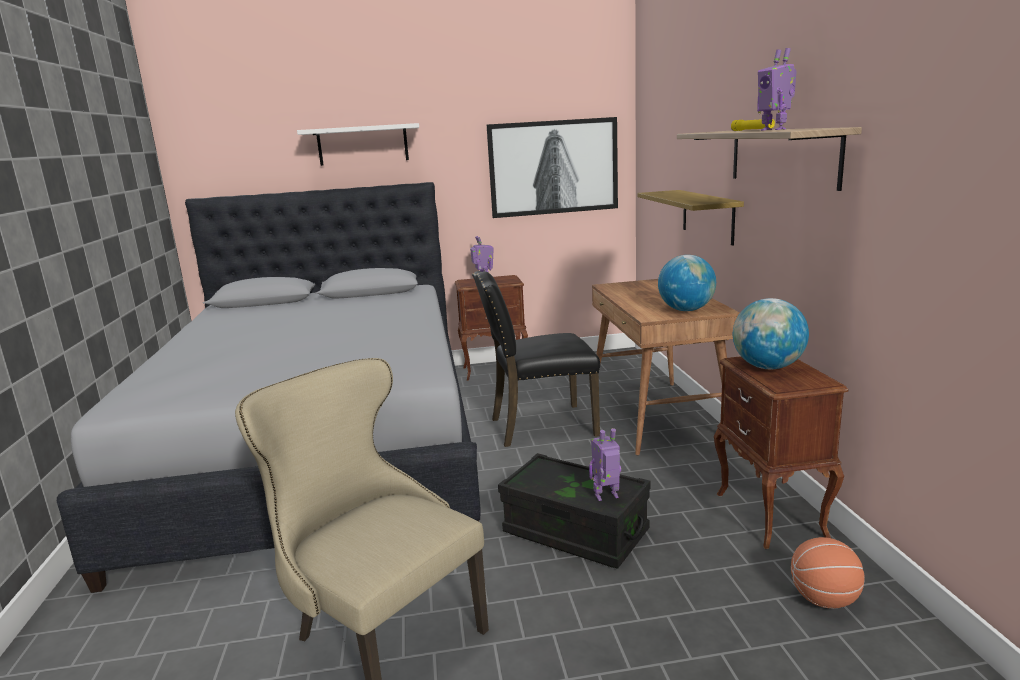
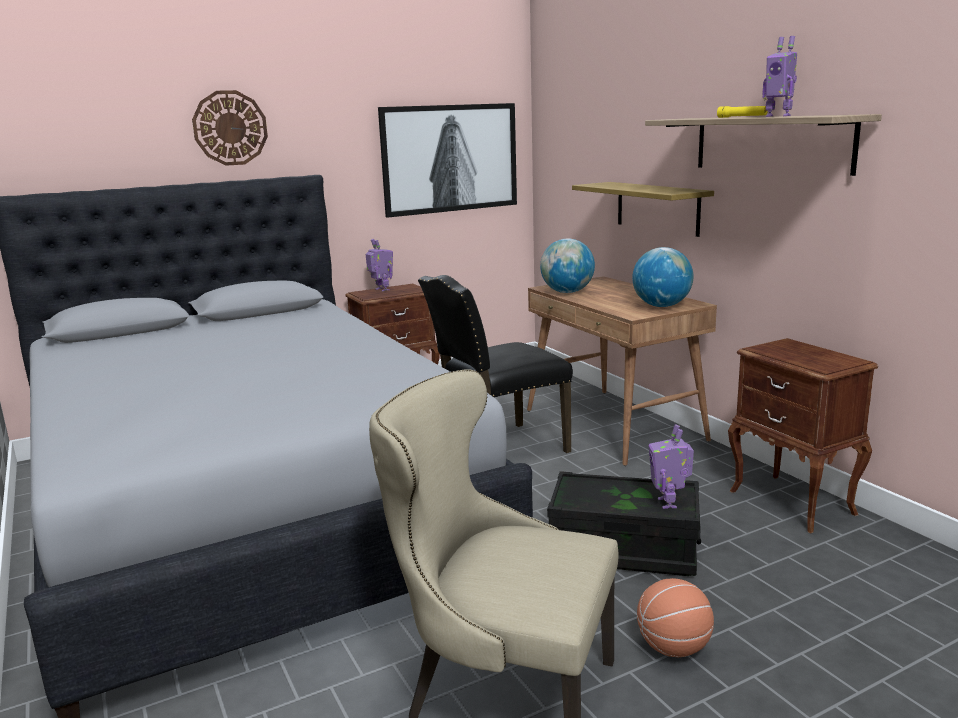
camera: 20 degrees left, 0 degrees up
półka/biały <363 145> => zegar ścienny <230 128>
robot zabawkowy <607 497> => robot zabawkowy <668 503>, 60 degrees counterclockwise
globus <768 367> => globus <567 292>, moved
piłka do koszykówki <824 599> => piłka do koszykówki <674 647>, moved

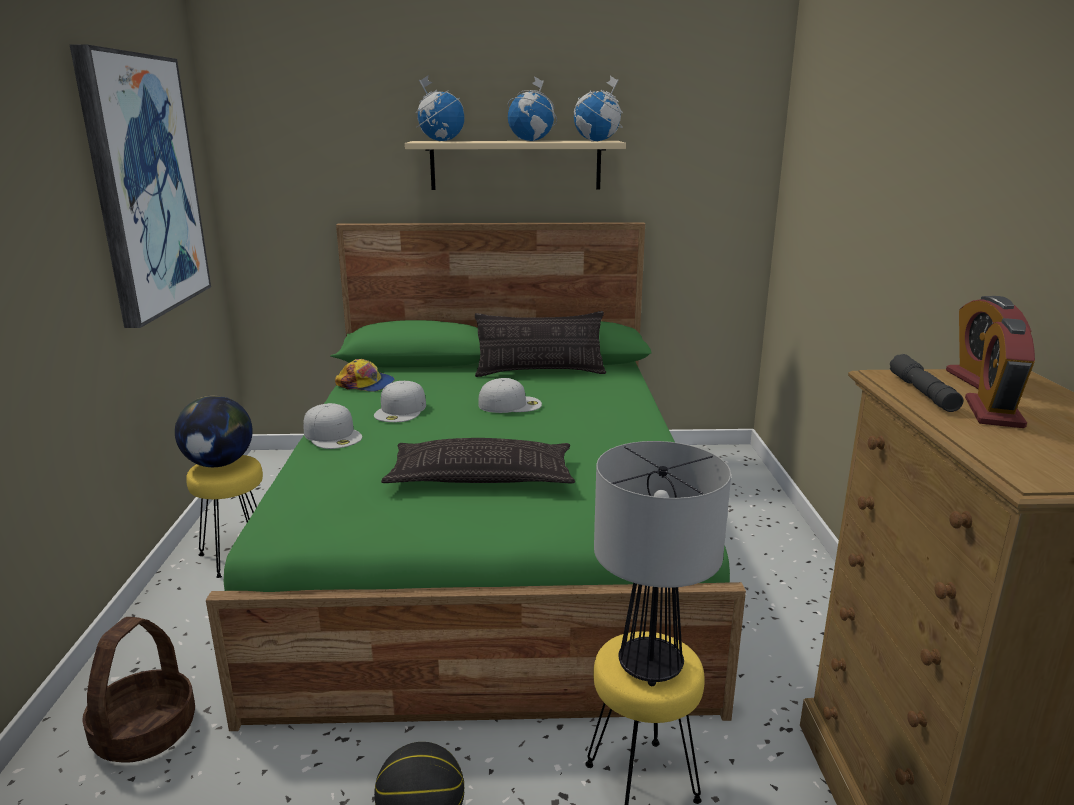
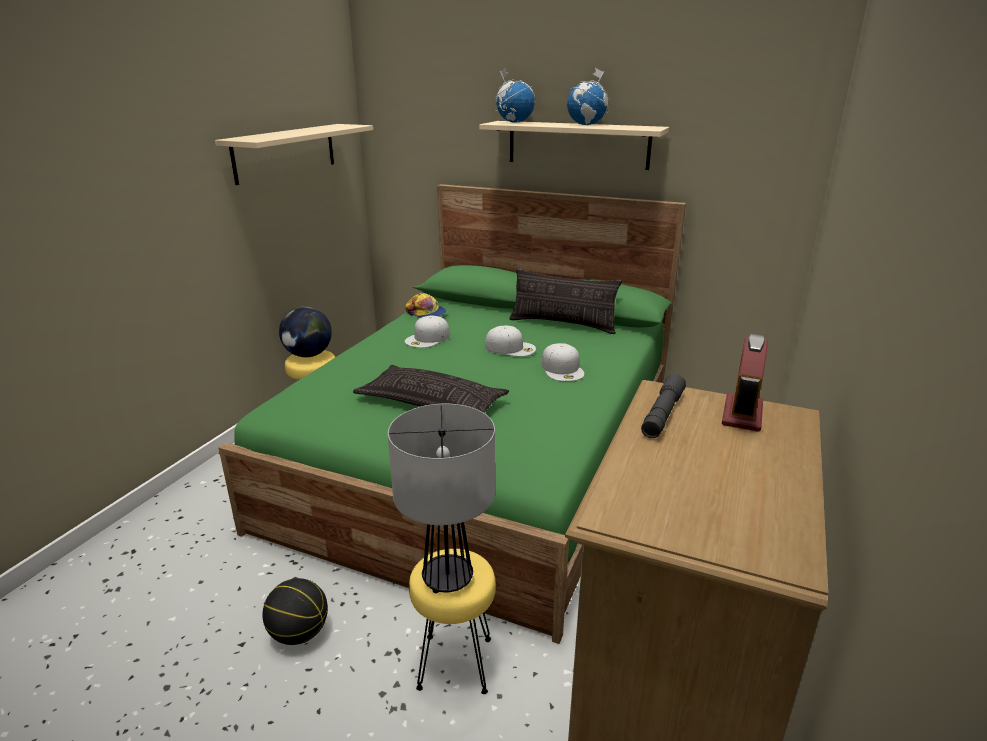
camera: 25 degrees right, 5 degrees up
obraz <144 186> => półka/beżowy <286 152>
koszyk <145 731> => nothing
czapka z daszkiem/biały <333 435> => czapka z daszkiem/biały <563 369>, moved
globus <597 141> => nothing
budzik <993 413> => nothing

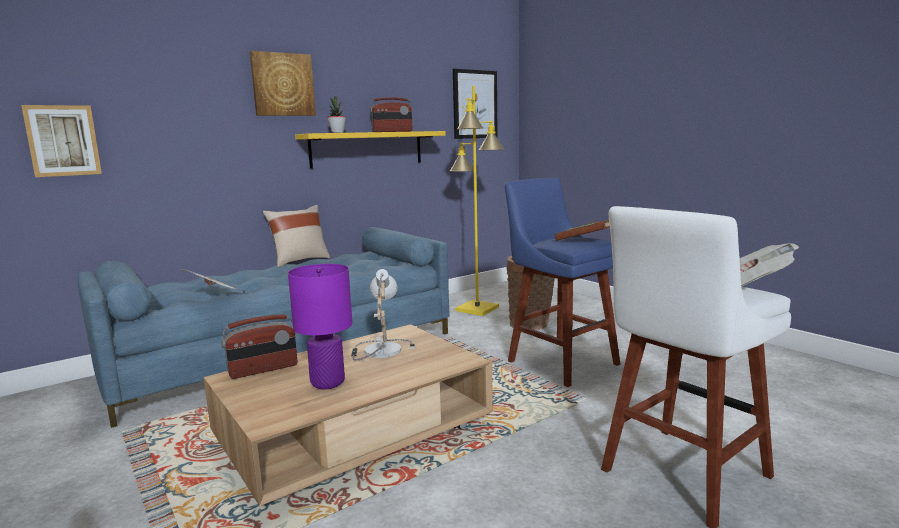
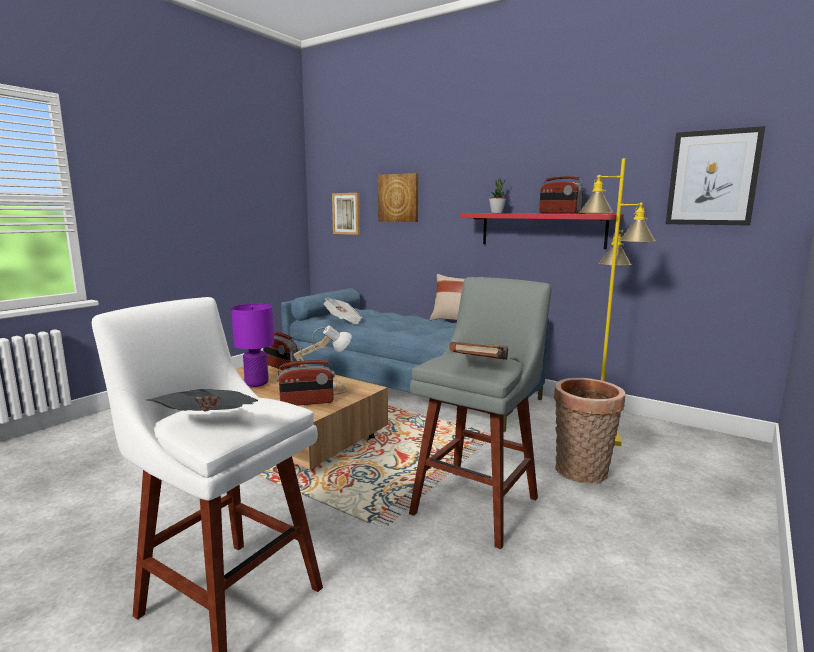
camera: 70 degrees right, 0 degrees up
obraz <283 84> => obraz <398 198>, moved
półka/żółty <367 149> => półka/czerwony <542 230>
stołek/niebieski <561 361> => stołek/szary <477 504>
nothing => radio <307 402>

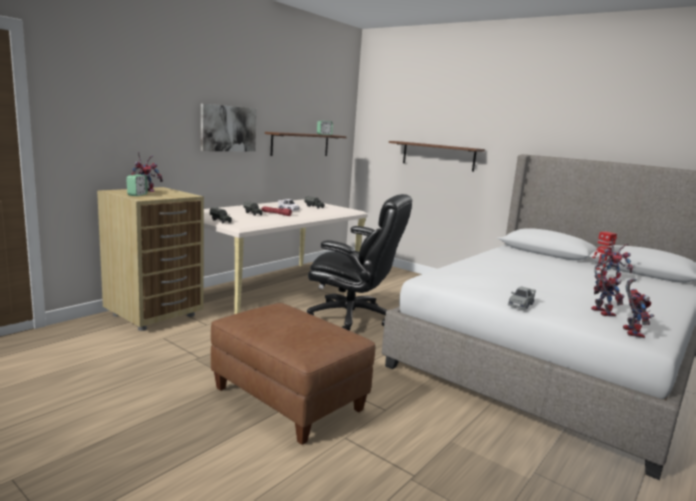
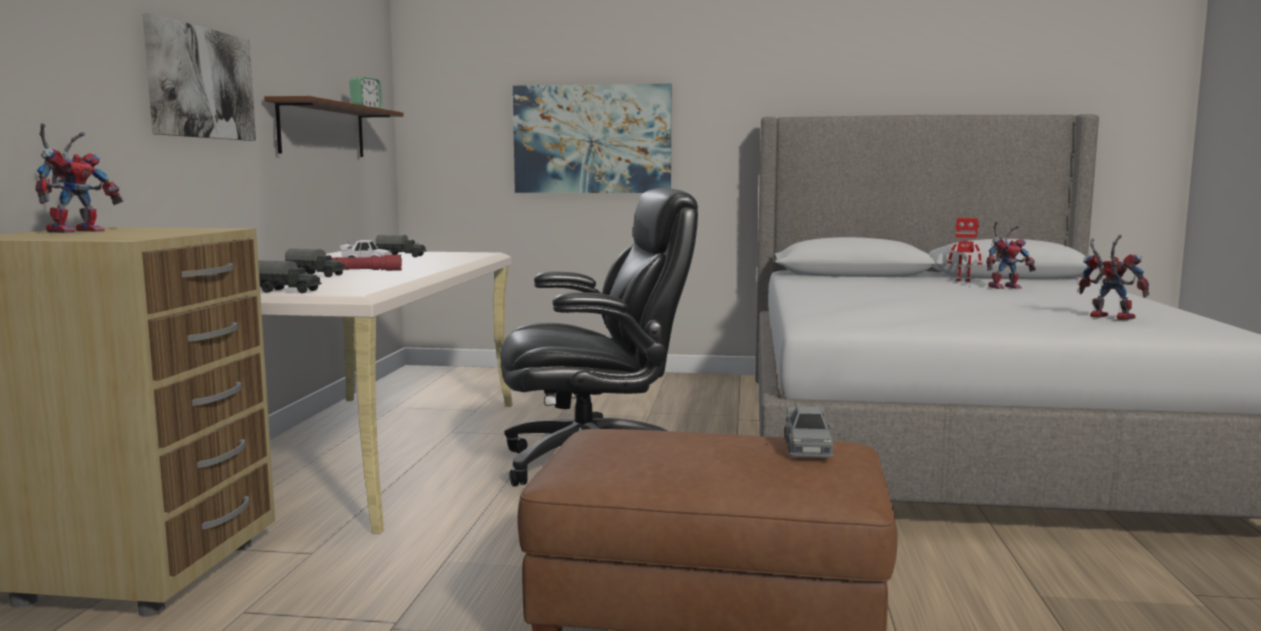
camera: 30 degrees left, 5 degrees down
budzik <137 195> => nothing
półka/brązowy <438 156> => obraz <592 139>
samochodzik/szary <520 304> => samochodzik/szary <808 448>, moved
robot zabawkowy <630 331> => nothing

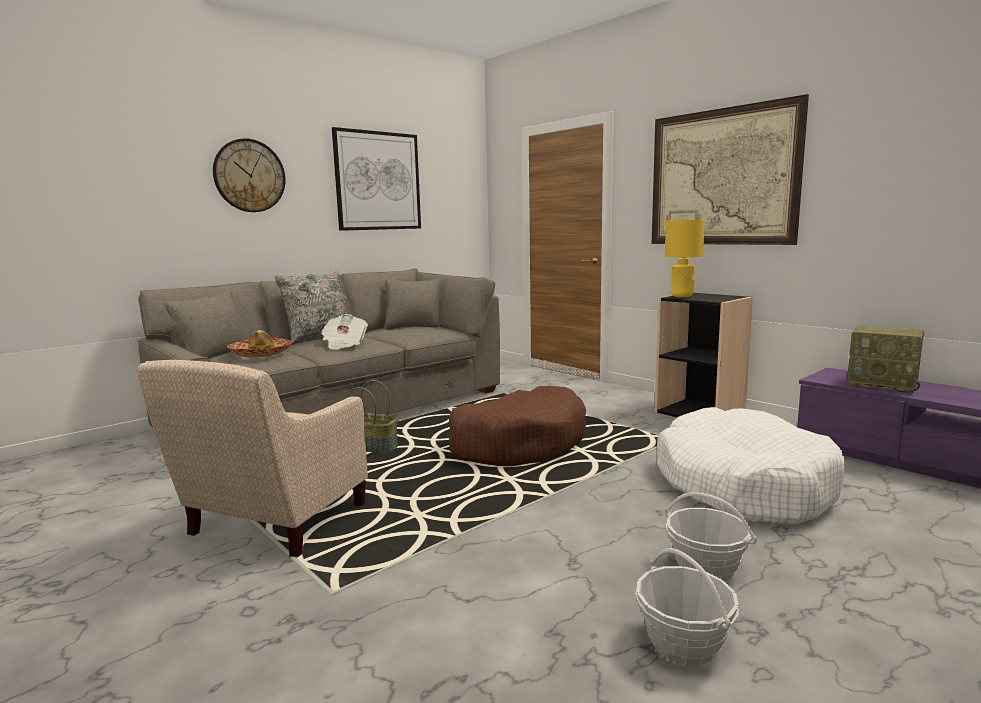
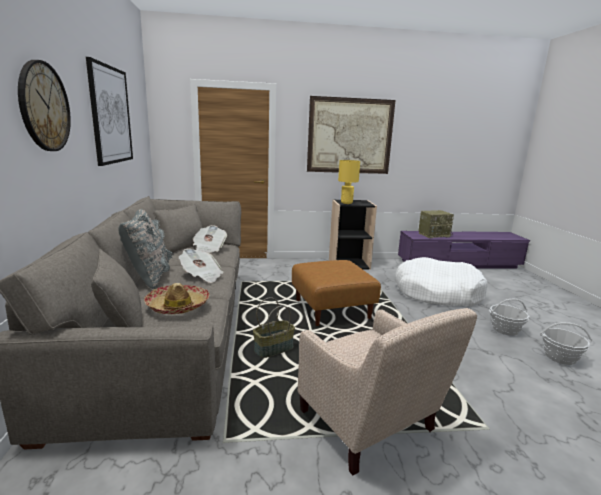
camera: 55 degrees left, 5 degrees up
legowisko/brązowy <518 444> => pufa/brązowy <332 309>
nothing => gazeta <209 249>

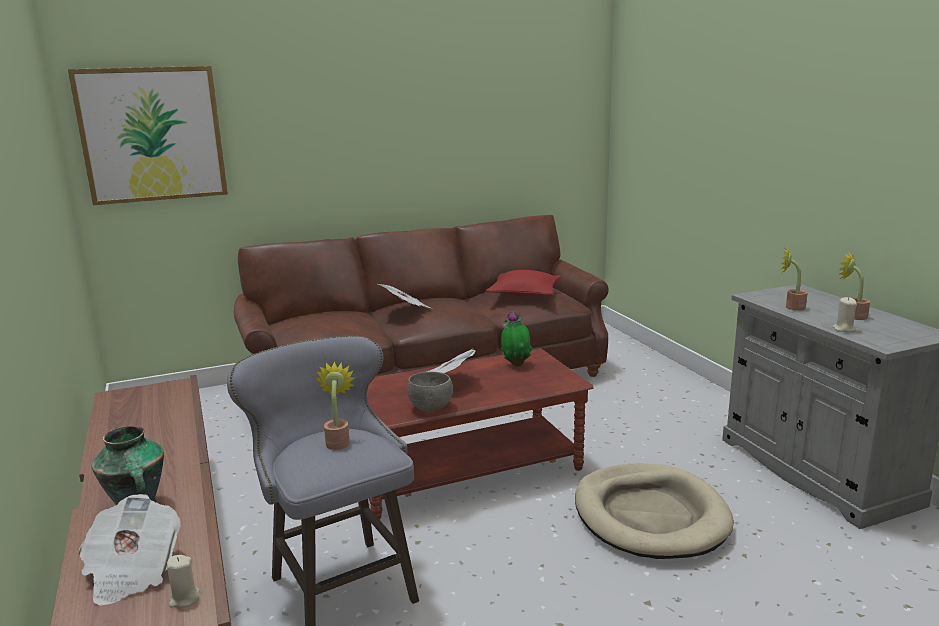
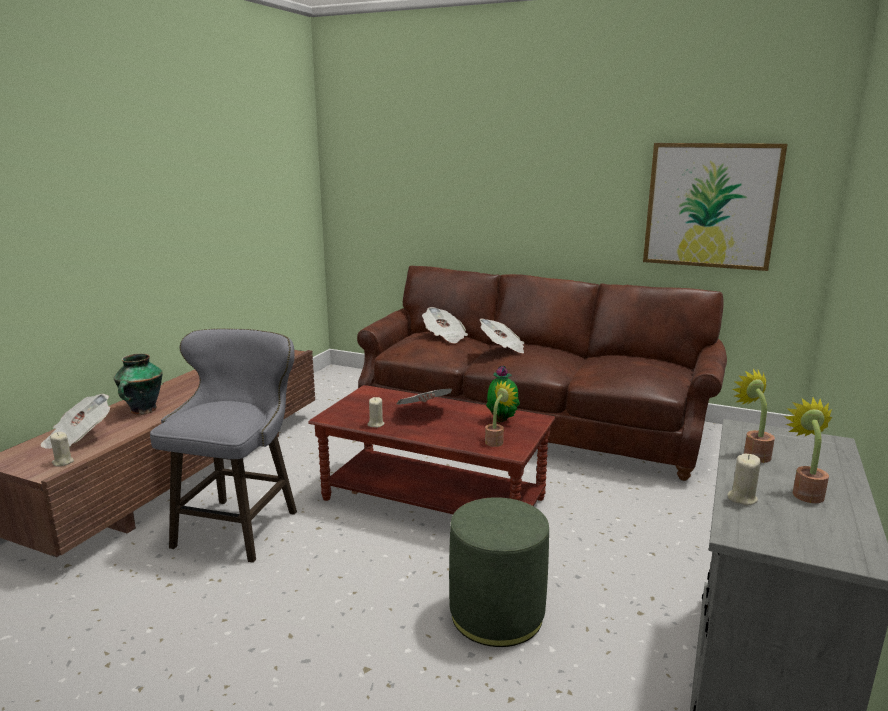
camera: 45 degrees right, 0 degrees up
obraz <152 135> => obraz <711 206>, moved
roślina doniczkowa <338 441> => roślina doniczkowa <496 441>, moved
miska/szary <431 407> => świeca/beżowy <376 424>
poduszka/czerwony <524 293> => nothing
legowisko/beżowy <650 516> => pufa/zielony <497 614>
nothing => gazeta <445 337>

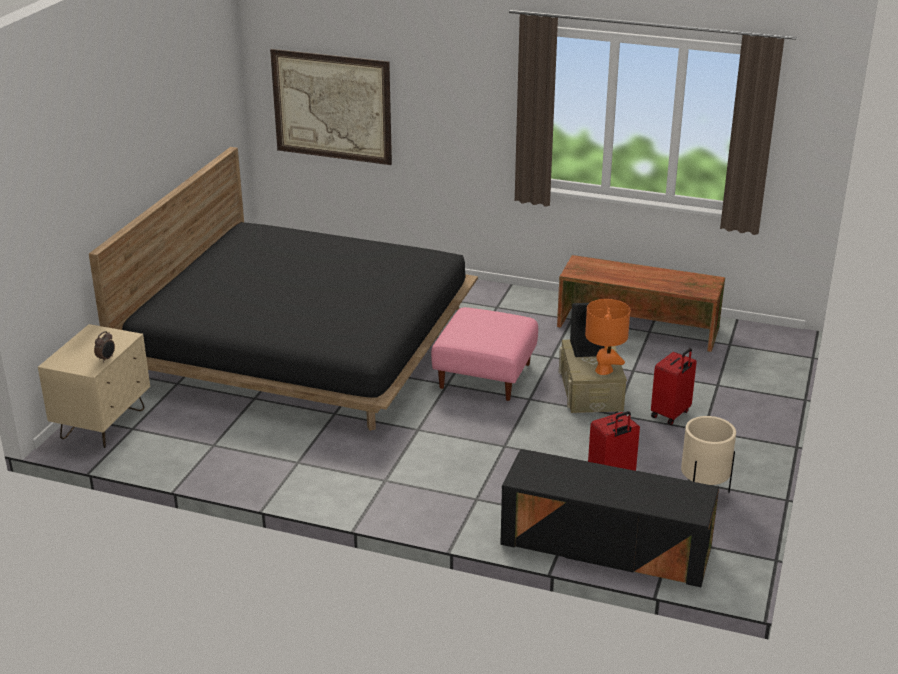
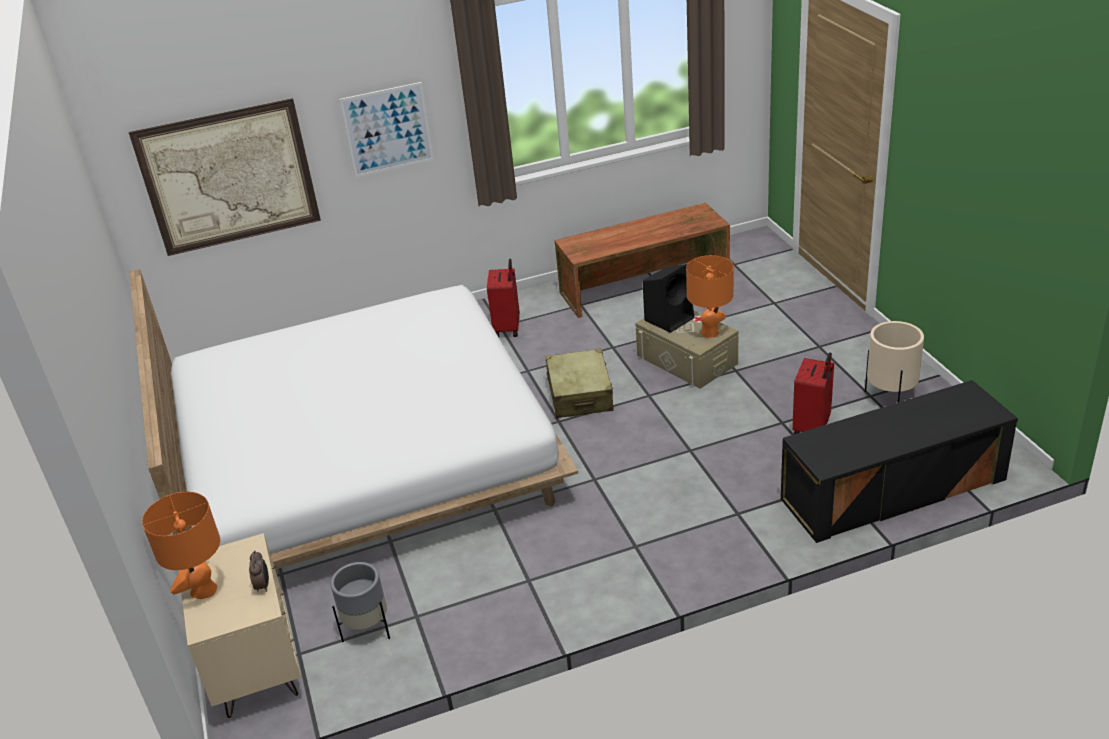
camera: 35 degrees left, 5 degrees up
łóżko/czarny <304 344> => łóżko/biały <363 456>
pufa/różowy <484 375> => walizka/beżowy <580 394>
walizka/czerwony <671 414> => walizka/czerwony <508 328>, moved
nothing => lampa stołowa/pomarańczowy <203 590>
nothing => donica/szary <367 629>
nothing => obraz <387 129>

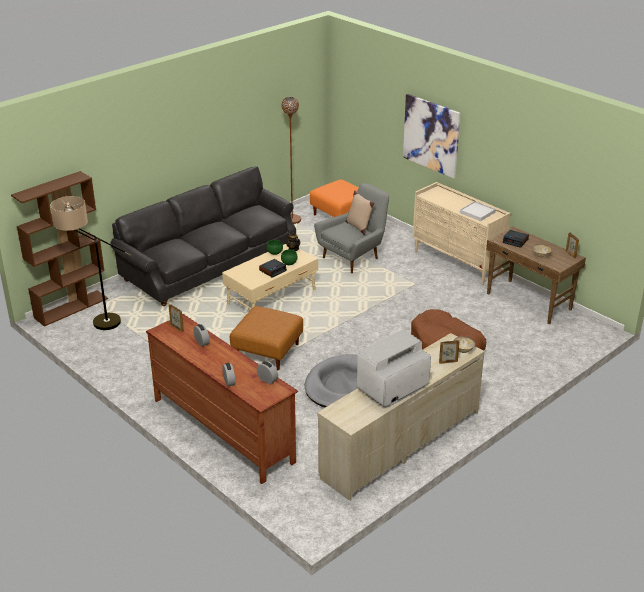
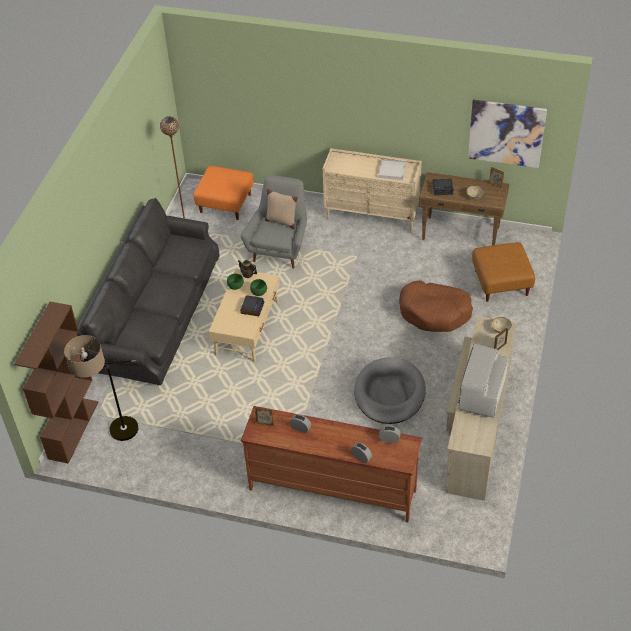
camera: 30 degrees left, 15 degrees up
pufa/brązowy <267 352> => pufa/brązowy <501 283>, moved
obraz <431 135> => obraz <506 133>, moved

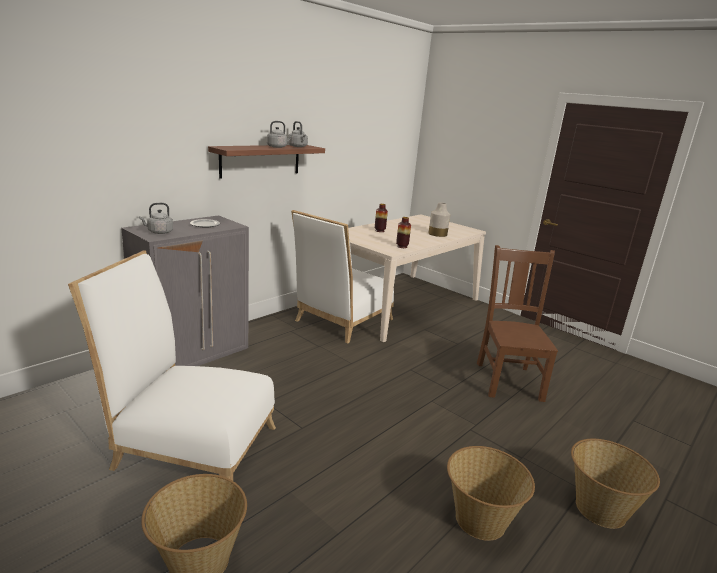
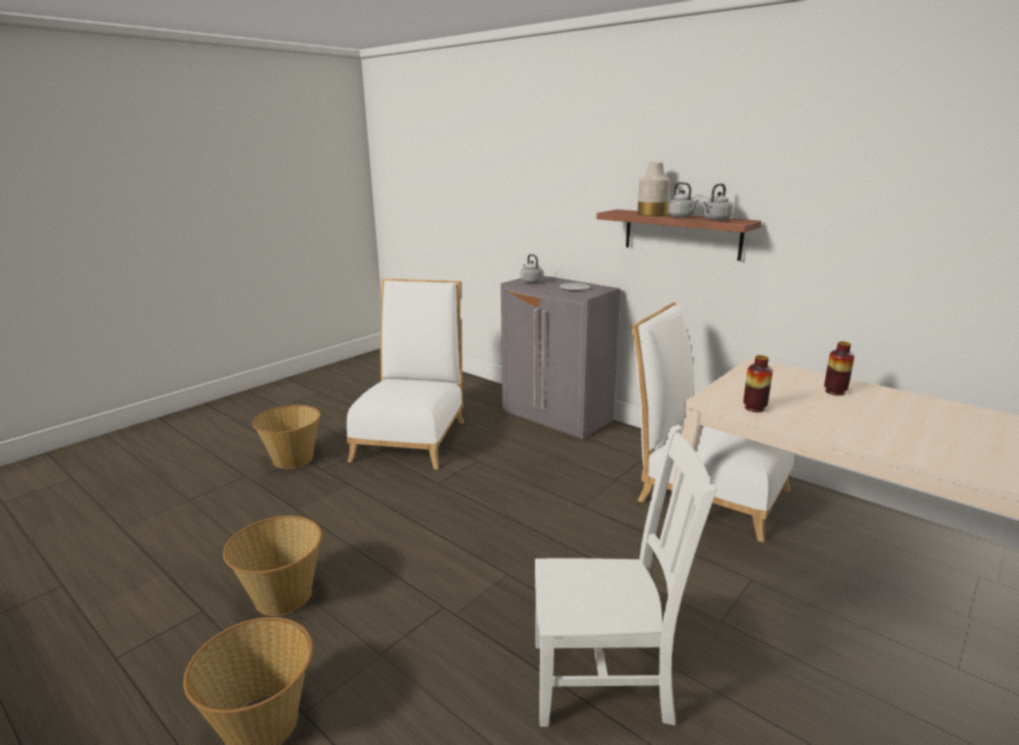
camera: 90 degrees right, 0 degrees up
wazon/beżowy <437 234> => wazon/beżowy <652 214>, moved
krzesło/brązowy <508 380> => krzesło/biały <606 680>

